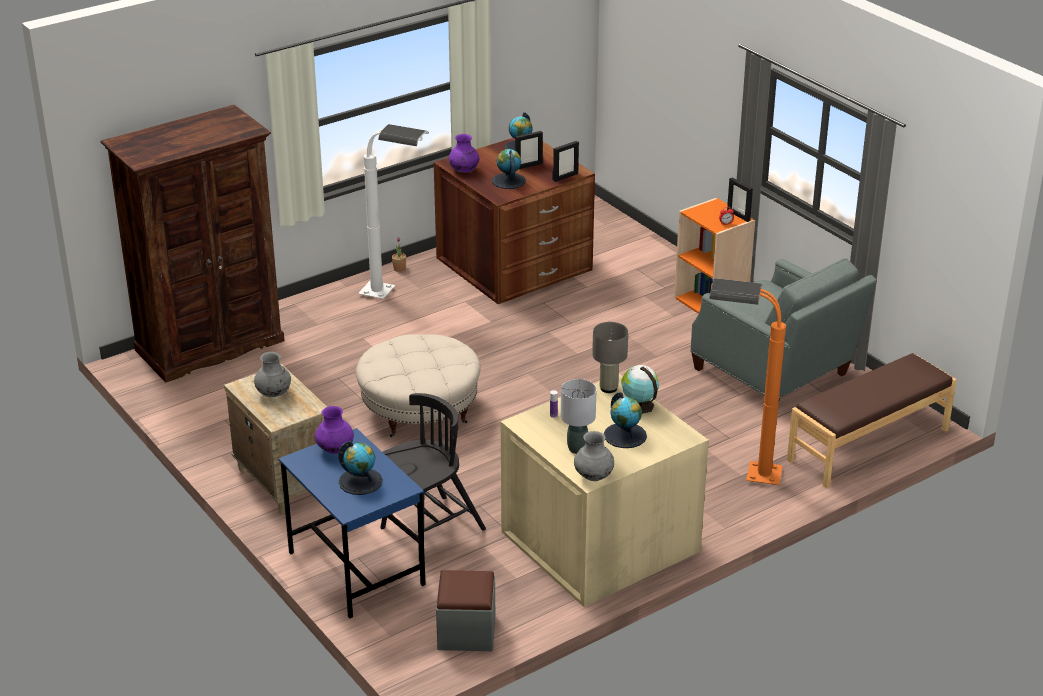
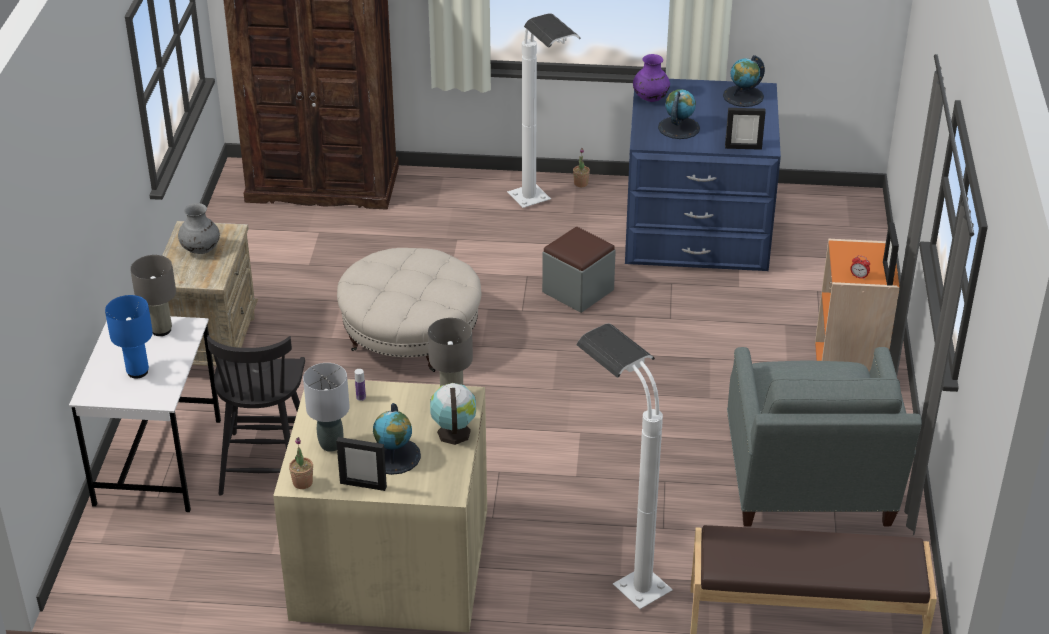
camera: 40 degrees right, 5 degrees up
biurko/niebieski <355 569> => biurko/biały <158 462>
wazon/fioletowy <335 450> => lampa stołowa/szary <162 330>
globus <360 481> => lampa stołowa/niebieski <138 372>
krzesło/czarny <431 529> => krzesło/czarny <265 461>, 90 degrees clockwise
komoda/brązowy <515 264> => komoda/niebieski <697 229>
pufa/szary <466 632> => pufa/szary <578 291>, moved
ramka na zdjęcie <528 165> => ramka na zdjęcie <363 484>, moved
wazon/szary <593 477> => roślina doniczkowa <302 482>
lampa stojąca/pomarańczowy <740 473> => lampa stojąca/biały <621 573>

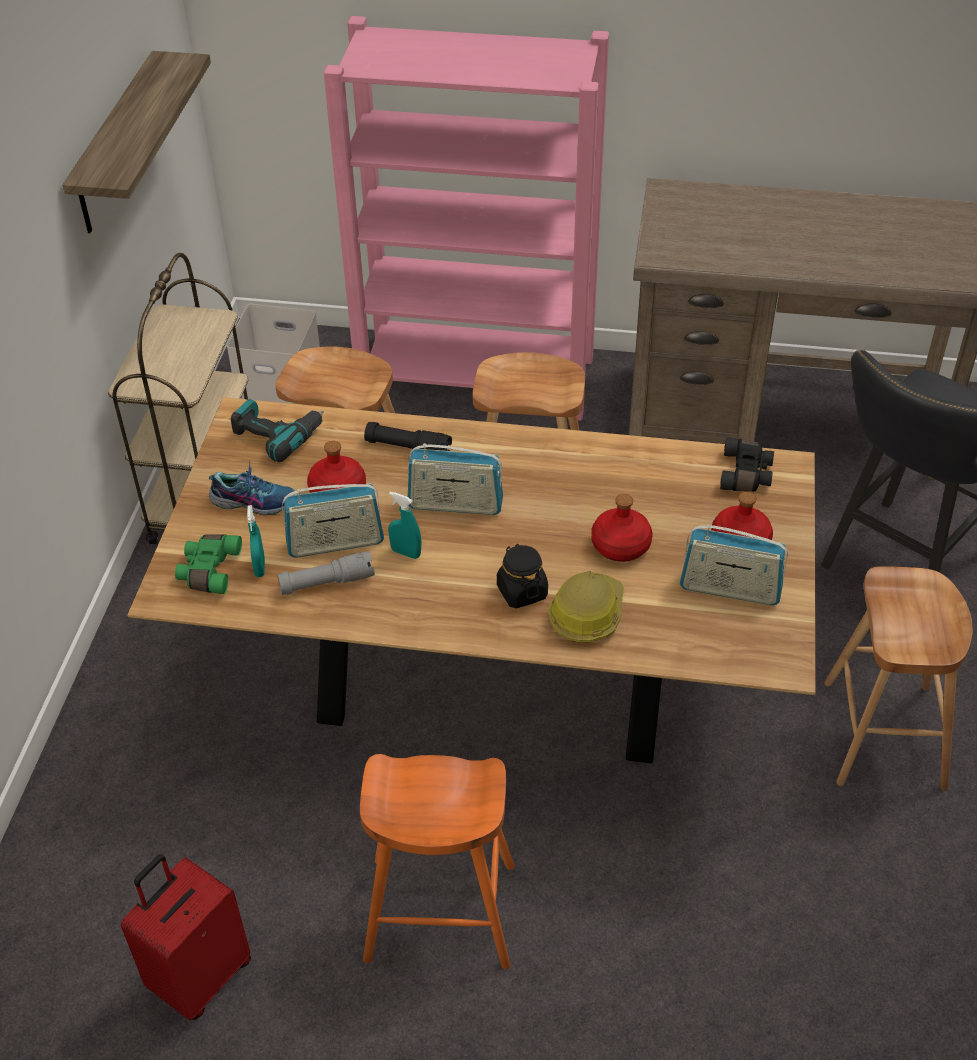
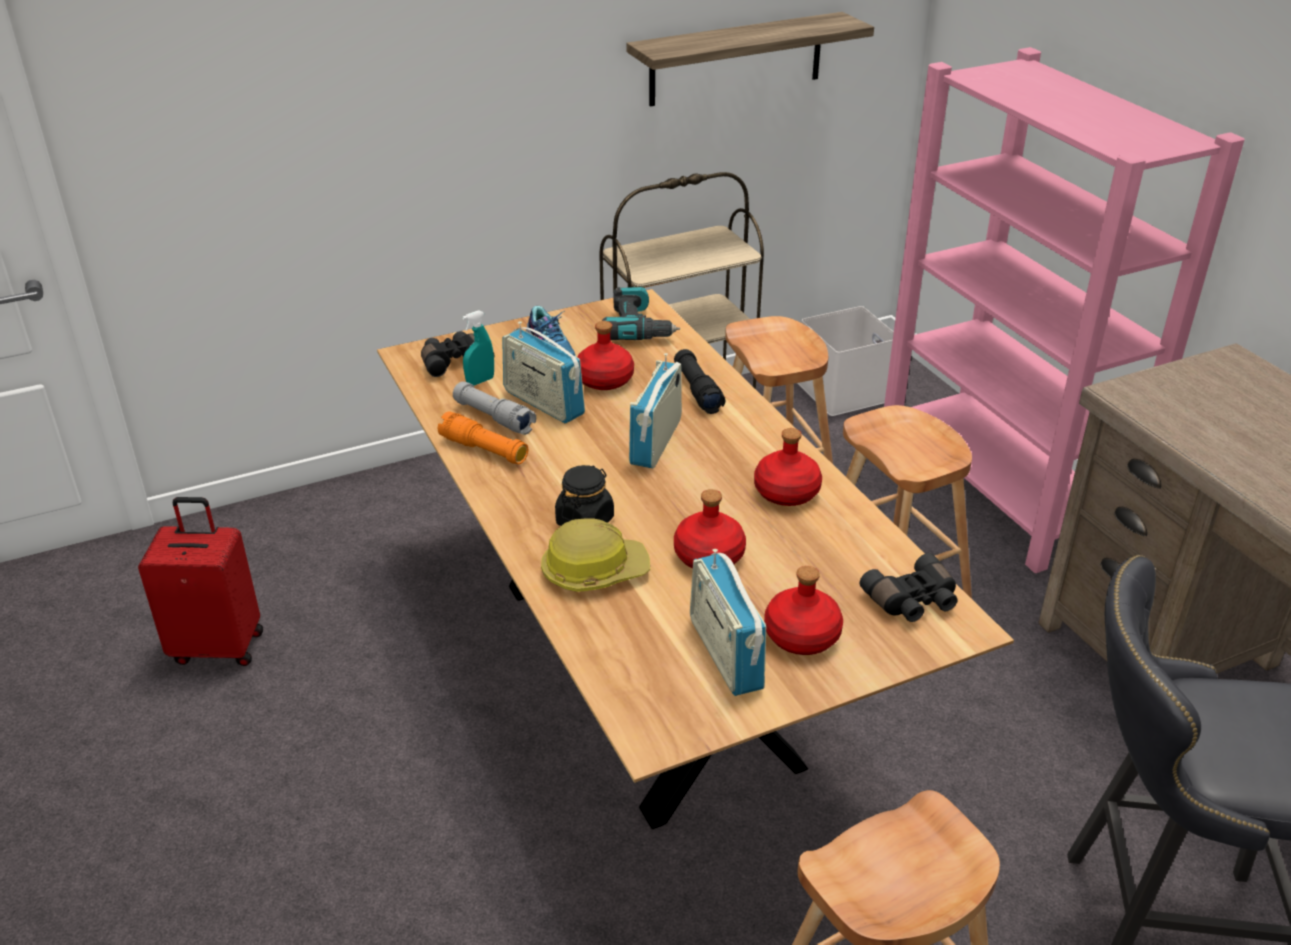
camera: 55 degrees right, 10 degrees down
lornetka/zielony <208 570> => lornetka/czarny <454 361>
stołek/pomarańczowy <441 912> => nothing
spryskiwacz/turkusowy <406 553> => nothing
radio <455 504> => radio <656 442>, 45 degrees clockwise
nothing => latarka/pomarańczowy <484 450>
nothing => butelka/czerwony <787 492>

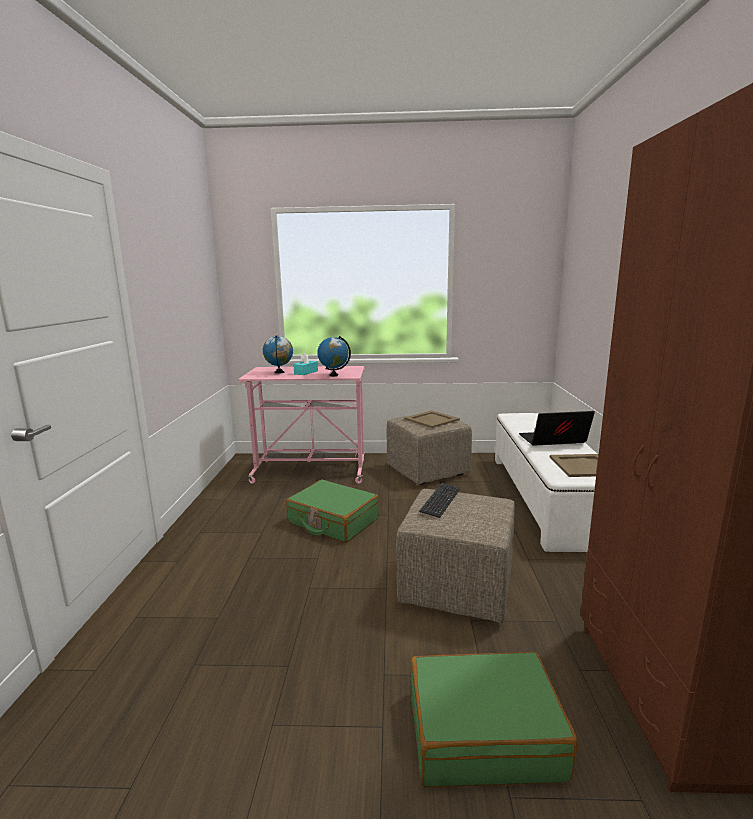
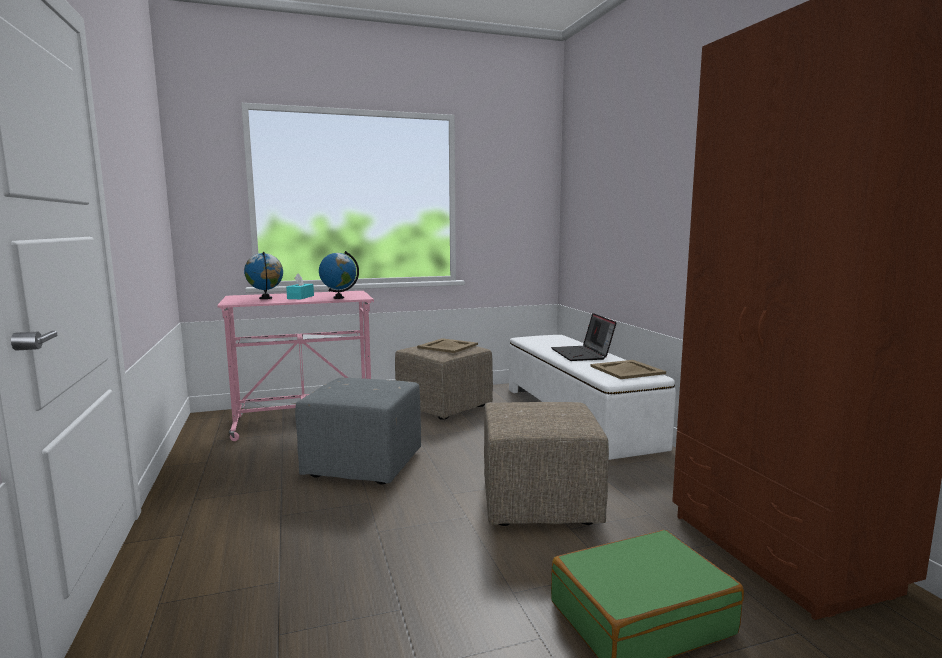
camera: 20 degrees left, 5 degrees down
walizka/zielony <333 521> => pufa/szary <365 465>
klawiatura <440 501> => nothing
laptop <552 441> => laptop <582 354>, 75 degrees counterclockwise

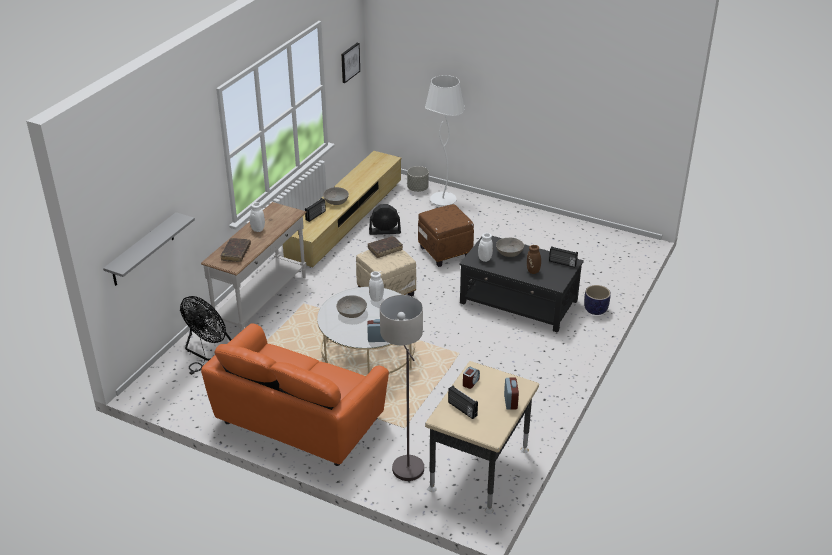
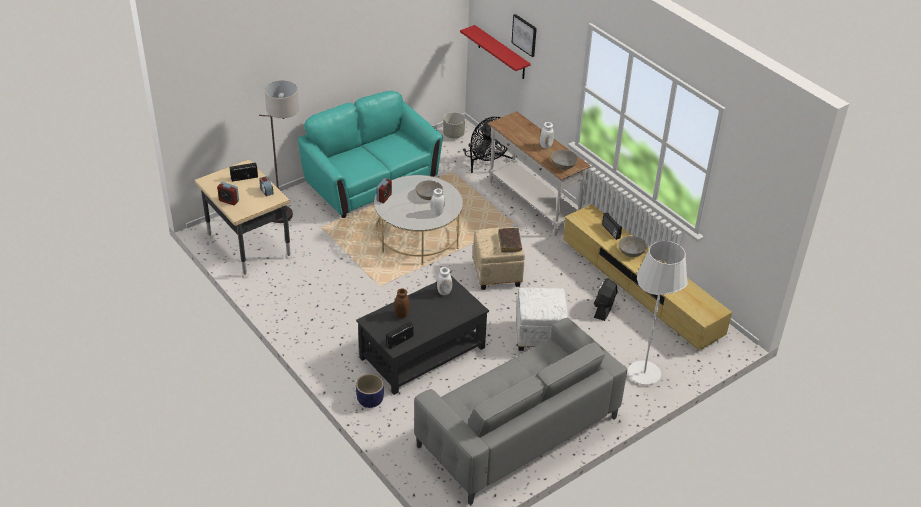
camera: 115 degrees right, 5 degrees up
półka/szary <142 250> => półka/czerwony <501 53>
kanapa/pomarańczowy <297 422> => kanapa/turkusowy <370 182>
książka/brązowy <236 253> => nothing
obraz <349 62> => obraz <524 35>, moved
donica/szary <417 189> => donica/szary <453 135>, moved
pufa/brązowy <444 252> => pufa/biały <540 336>
miska/szary <509 252> => miska/szary <563 164>, moved
nothing => kanapa/szary <517 432>

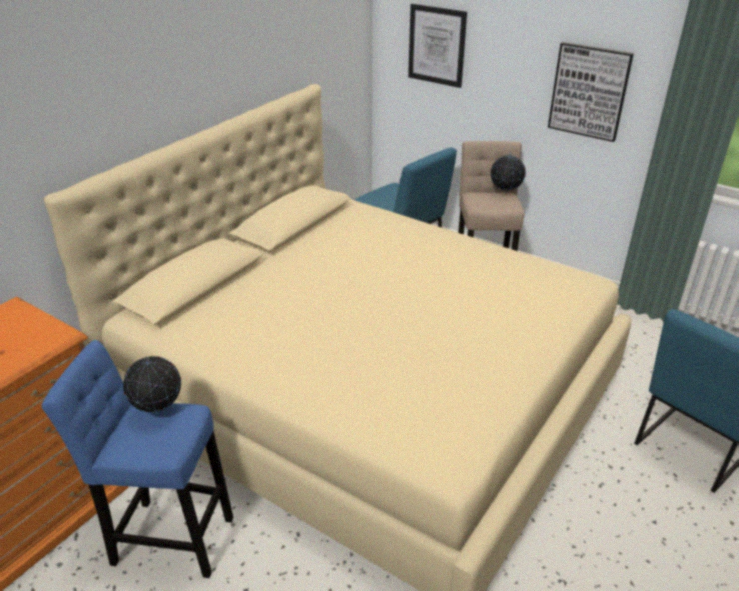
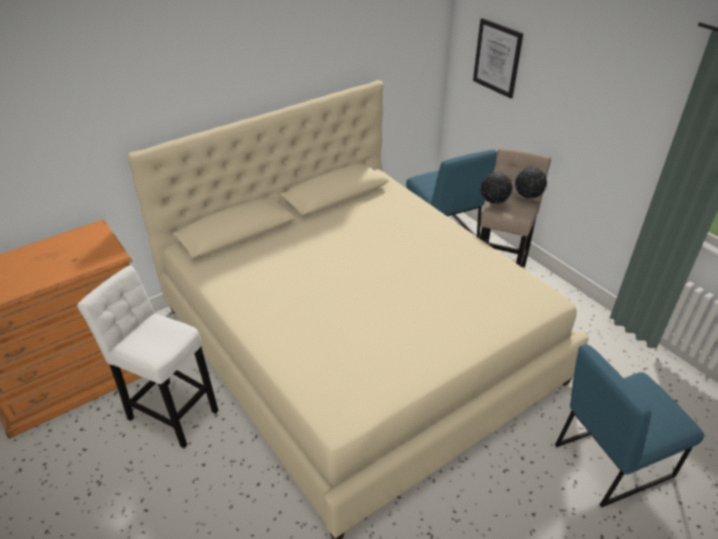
camera: 20 degrees right, 5 degrees up
stołek/niebieski <167 537> => stołek/biały <170 411>
globus <158 410> => globus <493 205>, moved
obraz <589 91> => nothing

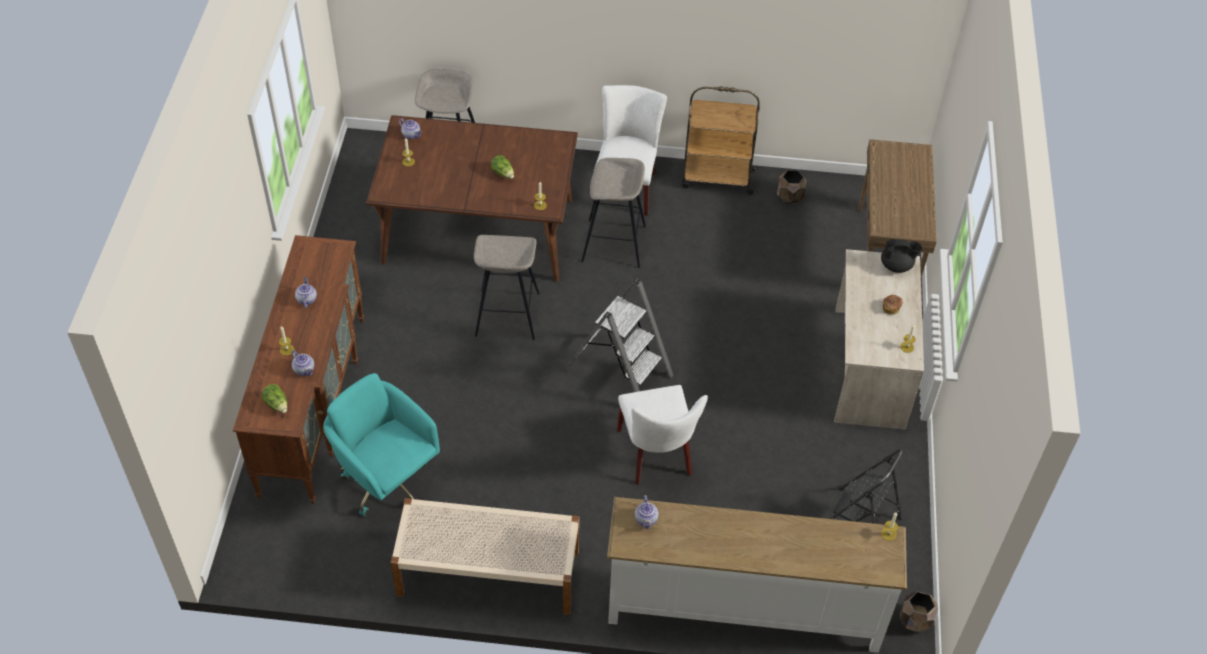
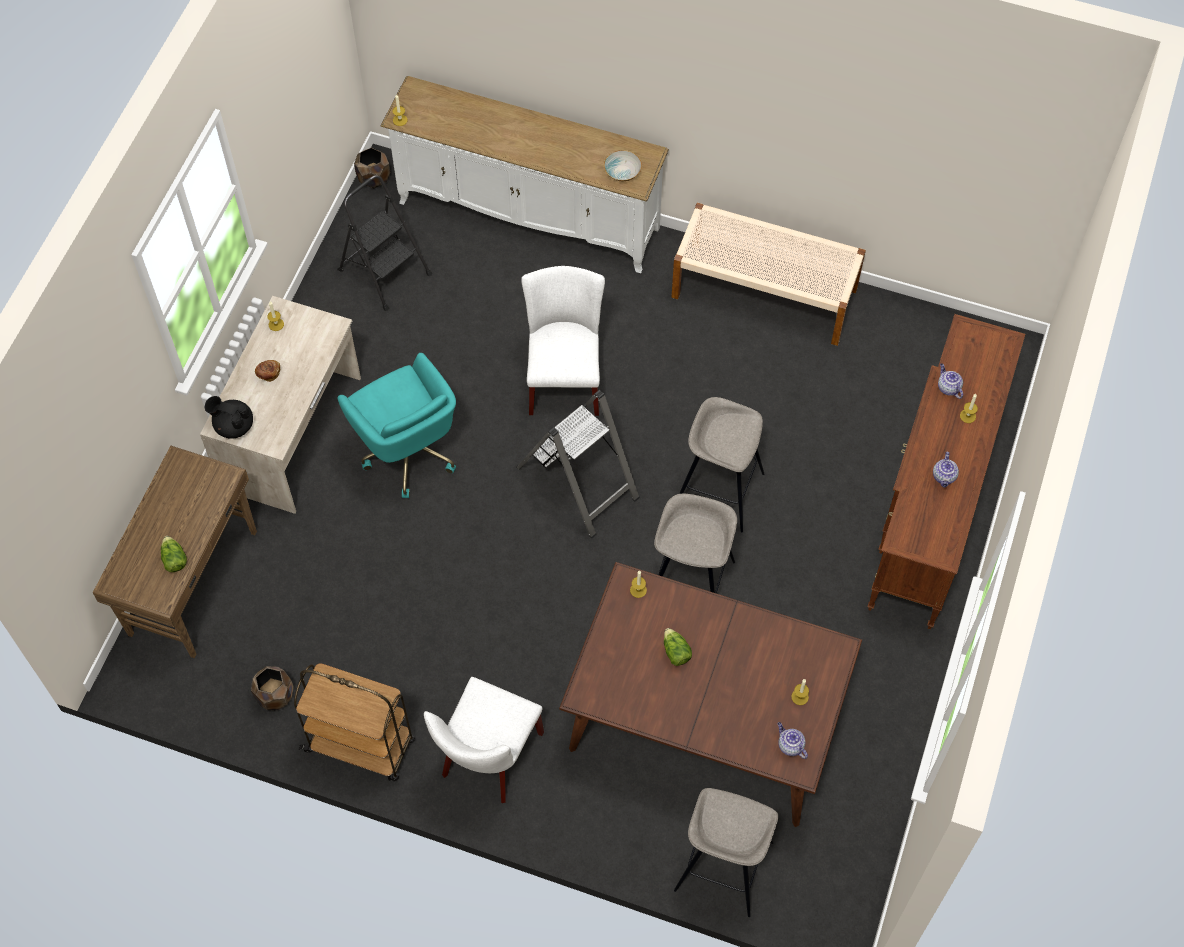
camera: 165 degrees left, 10 degrees up
sałata <277 404> => sałata <174 559>, moved
krzesło biurowe/turkusowy <388 484> => krzesło biurowe/turkusowy <407 453>, moved
stołek/szary <614 244> => stołek/szary <718 491>, moved
imbryk <646 519> => miska <622 172>

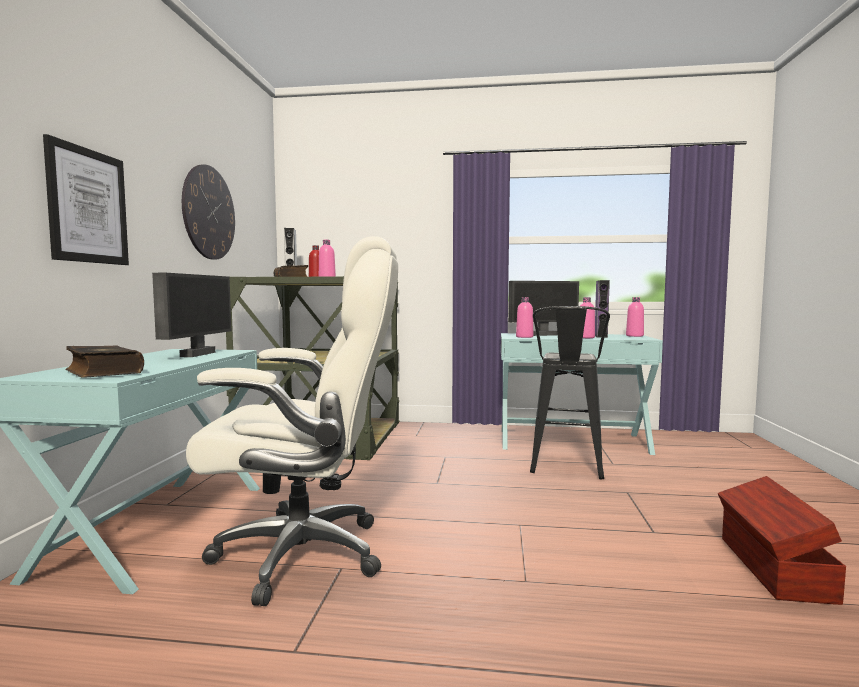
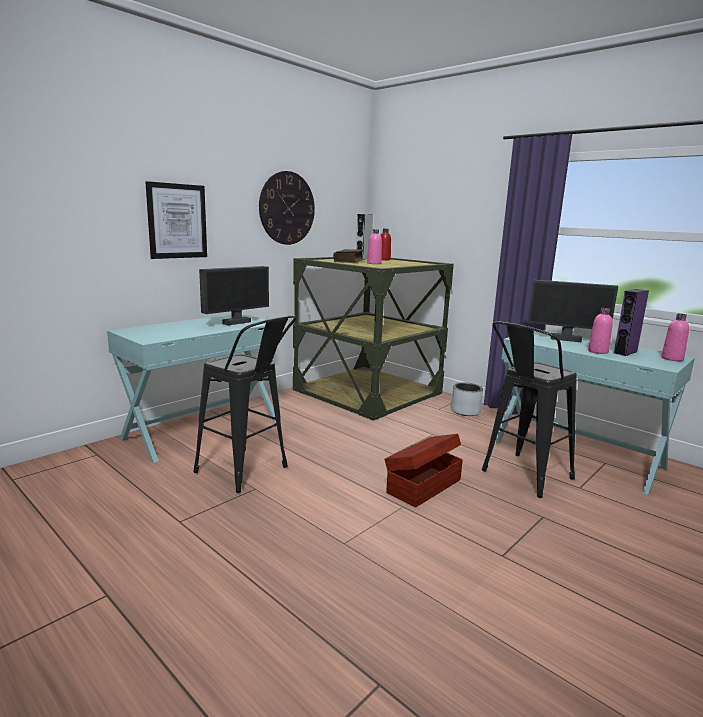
camera: 35 degrees right, 10 degrees up
książka <102 372> => nothing
krzesło biurowe/biały <304 554> => stołek/czarny <248 473>
butelka/różowy <524 337> => nothing
pojemnik do przechowywania/brązowy <773 568> => pojemnik do przechowywania/brązowy <422 486>, moved
nothing => donica/szary <465 411>

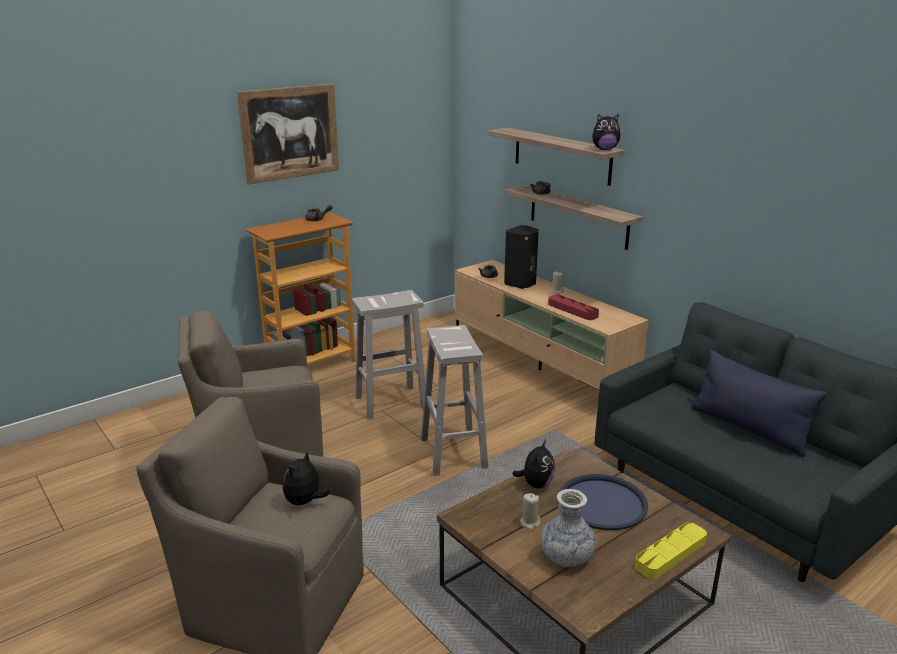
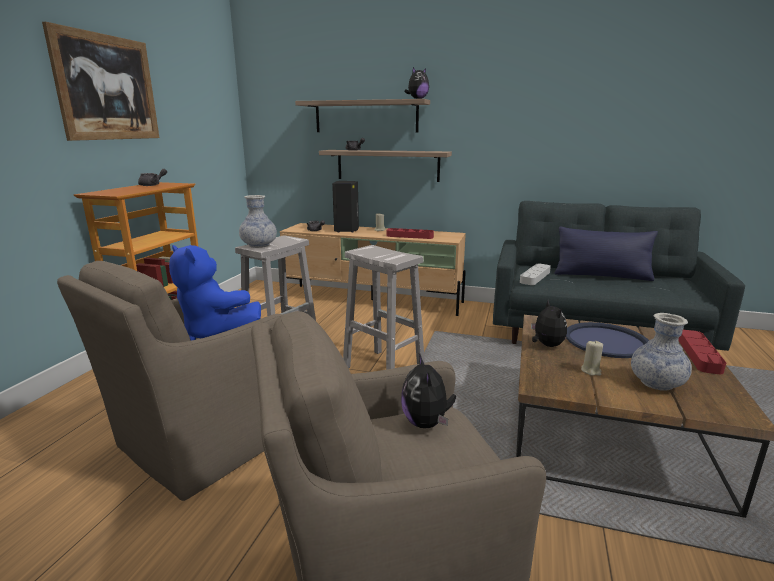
camera: 35 degrees left, 5 degrees down
taca/żółty <670 554> => taca/czerwony <699 355>
nothing => pluszak/niebieski <215 333>
nothing => wazon <259 245>
nothing => taca/szary <535 277>

